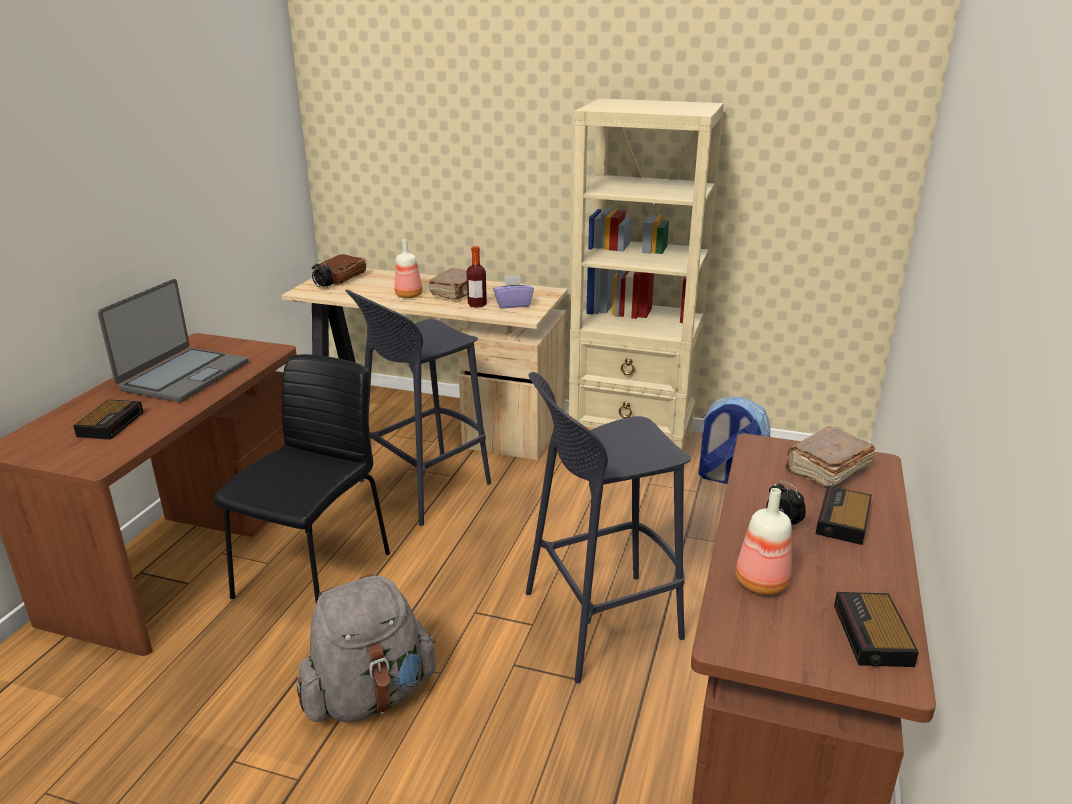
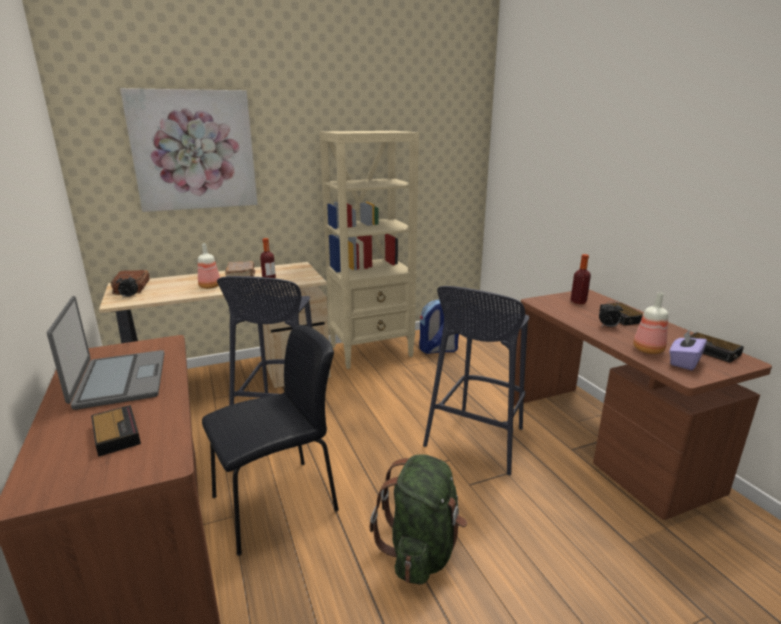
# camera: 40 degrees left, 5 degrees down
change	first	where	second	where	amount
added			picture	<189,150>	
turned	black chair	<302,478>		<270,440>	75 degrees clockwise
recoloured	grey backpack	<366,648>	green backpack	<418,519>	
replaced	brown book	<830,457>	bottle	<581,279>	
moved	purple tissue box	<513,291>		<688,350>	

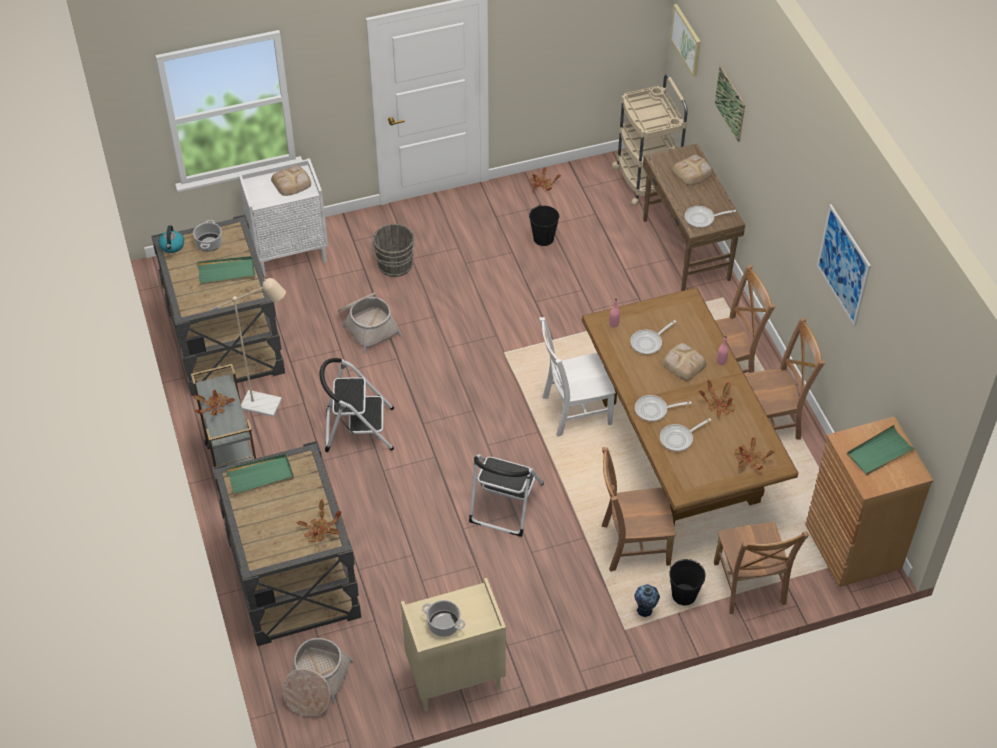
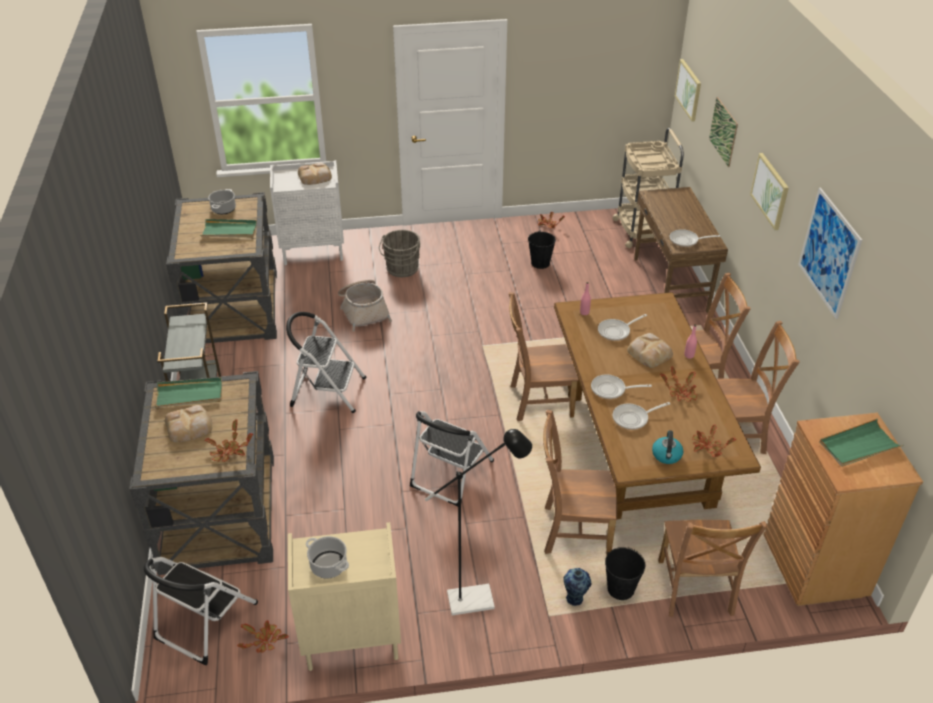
# camera: 10 degrees right, 10 degrees down
change	first	where	second	where	amount
replaced	basket	<318,677>	step ladder	<201,611>	
moved	bread	<692,170>		<188,423>	
moved	potted plant	<213,402>		<263,636>	
added			black floor lamp	<478,522>	
recoloured	white chair	<578,377>	brown chair	<543,356>	
moved	kettle	<171,239>		<668,447>	
added			picture	<769,191>	
removed	beige floor lamp	<248,347>			

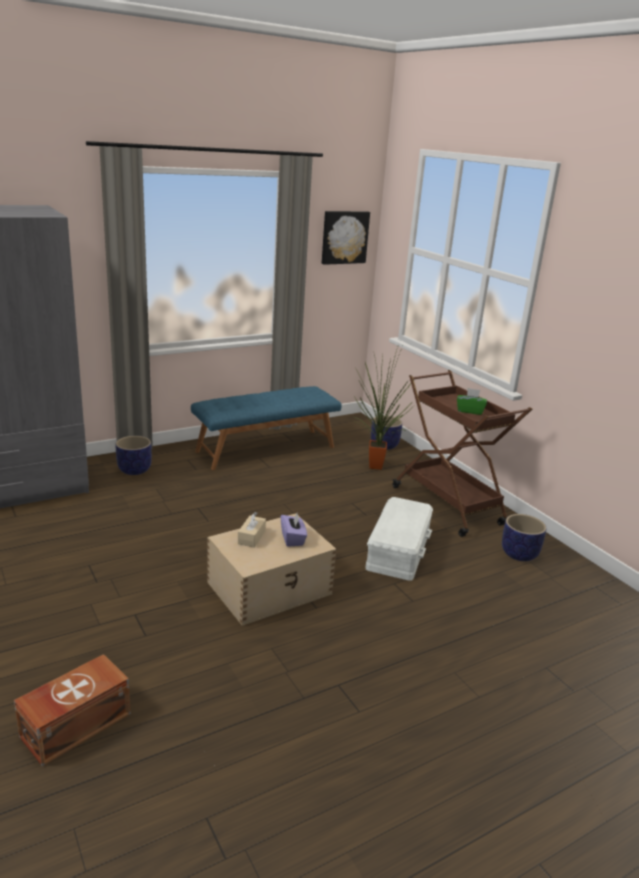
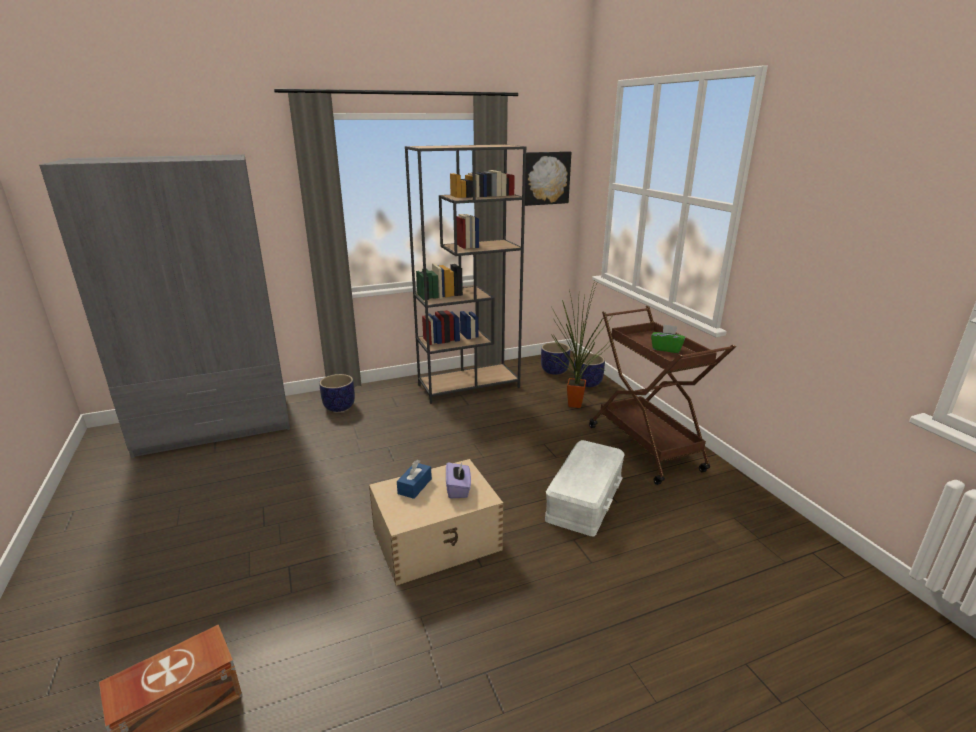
# camera: 10 degrees right, 0 degrees up
change	first	where	second	where	amount
recoloured	beige tissue box	<252,530>	blue tissue box	<414,479>	
replaced	blue bench	<266,428>	bookcase	<465,274>	
moved	planter	<524,537>		<555,358>	

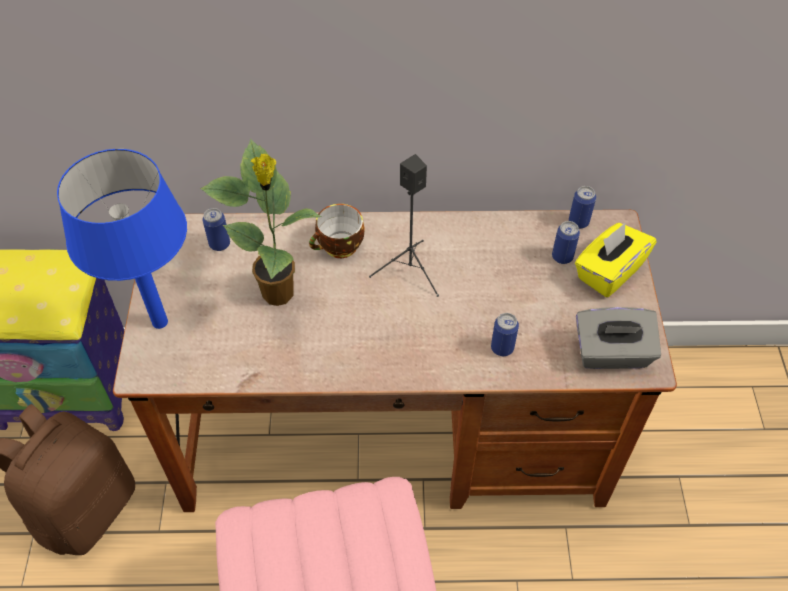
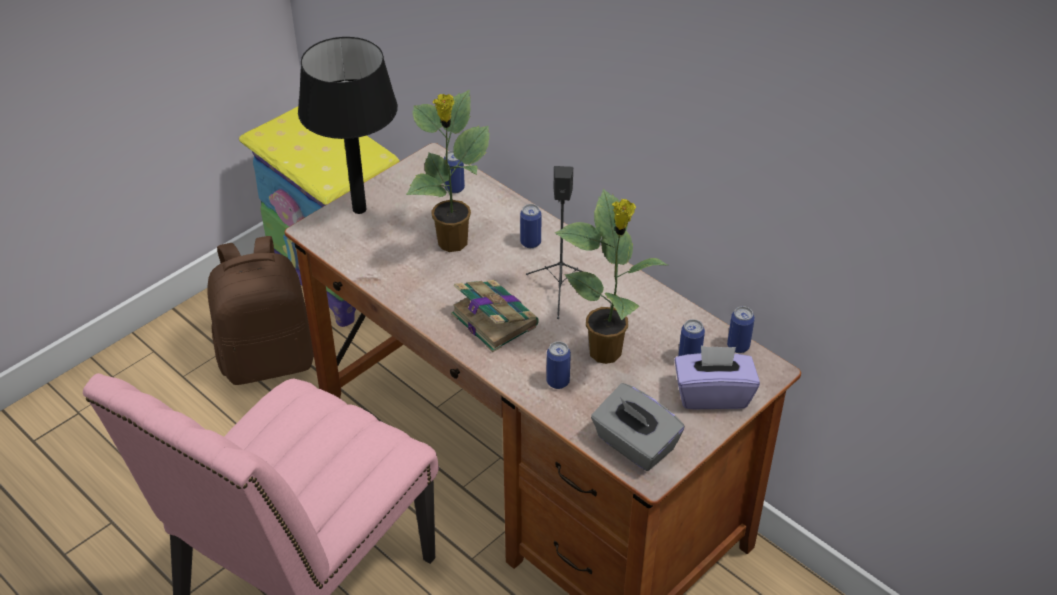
# camera: 45 degrees right, 10 degrees down
change	first	where	second	where	amount
recoloured	blue table lamp	<122,239>	black table lamp	<348,125>	
added			book	<495,316>	
replaced	cup	<336,231>	can	<530,226>	
added			potted plant	<611,276>	
recoloured	yellow tissue box	<615,260>	purple tissue box	<717,377>	

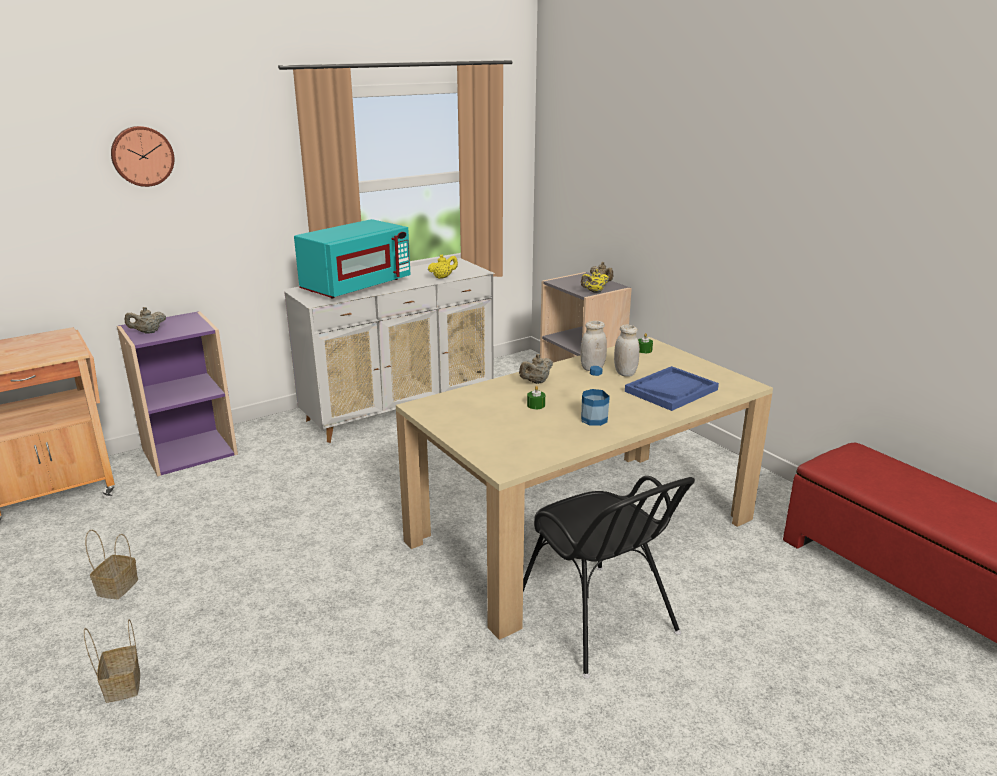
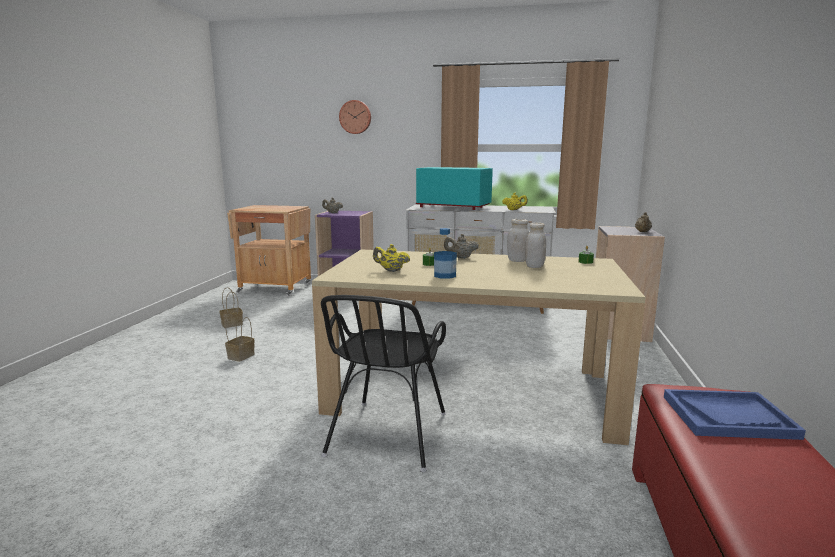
# camera: 45 degrees right, 10 degrees down
change	first	where	second	where	amount
moved	basket	<112,661>		<240,338>	
moved	yellow teapot	<595,281>		<391,258>	
turned	turquoise microwave	<352,258>		<454,188>	150 degrees counterclockwise
moved	blue tray	<672,388>		<735,414>	

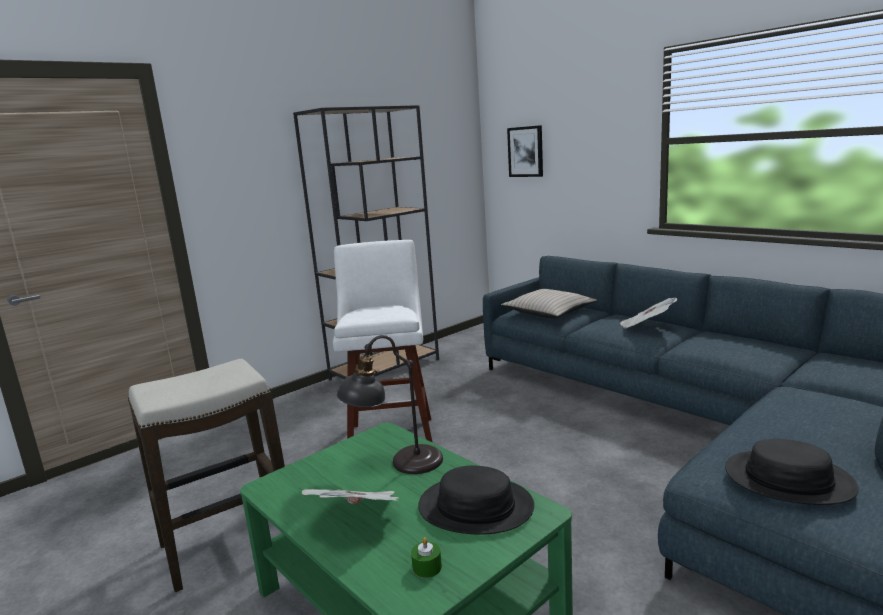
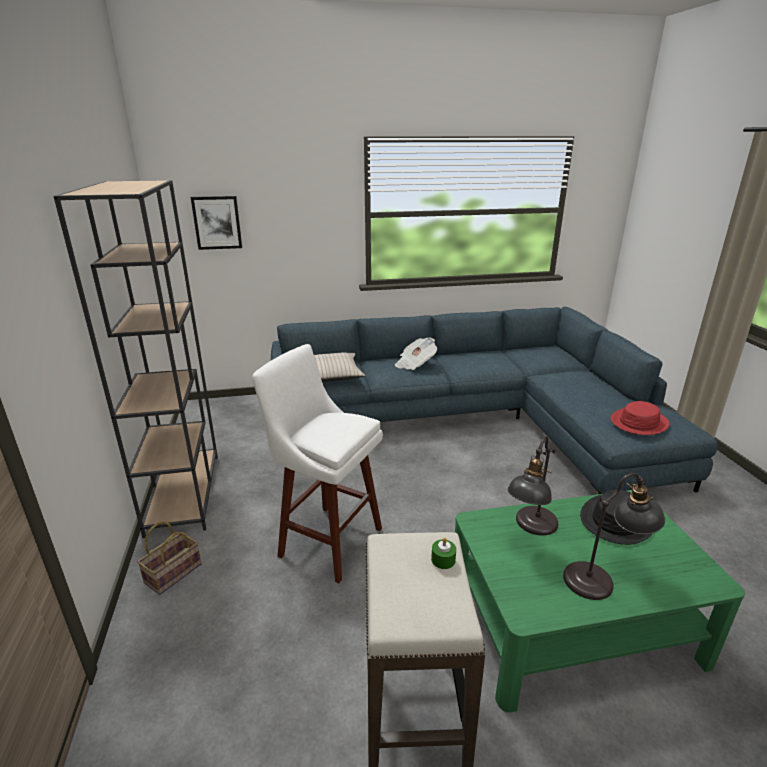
# camera: 60 degrees left, 10 degrees up
change	first	where	second	where	amount
added			basket	<169,558>	
moved	green candle	<426,557>		<443,553>	
replaced	newspaper	<350,496>	grey table lamp	<614,536>	
recoloured	black hat	<792,472>	red hat	<640,418>	

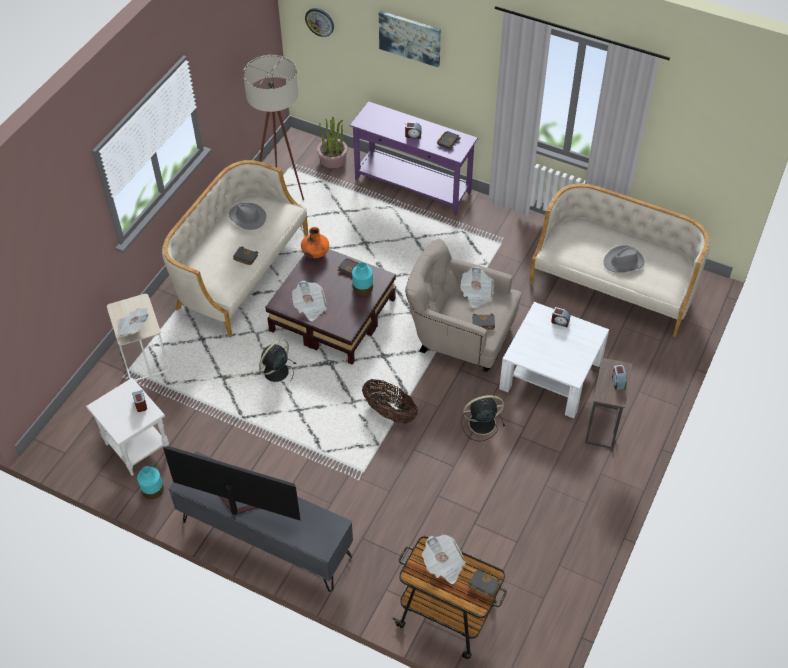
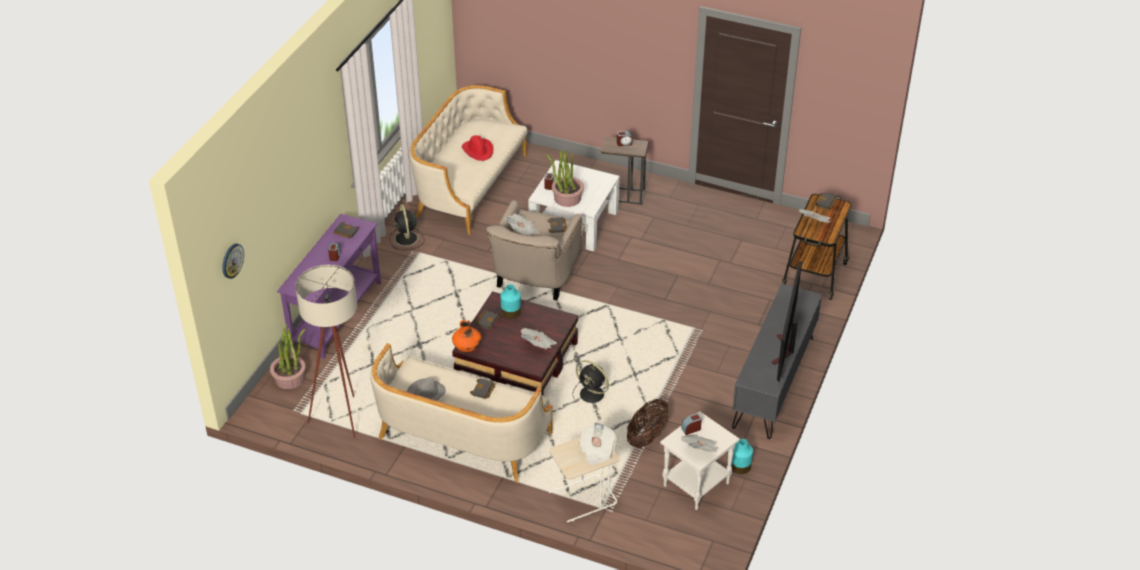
# camera: 95 degrees left, 10 degrees down
change	first	where	second	where	amount
moved	black fan	<483,418>		<407,227>	
recoloured	grey hat	<624,259>	red hat	<477,148>	
added			potted plant	<565,178>	
moved	basket	<390,401>		<647,423>	
added			newspaper	<699,443>	
removed	picture	<410,39>			

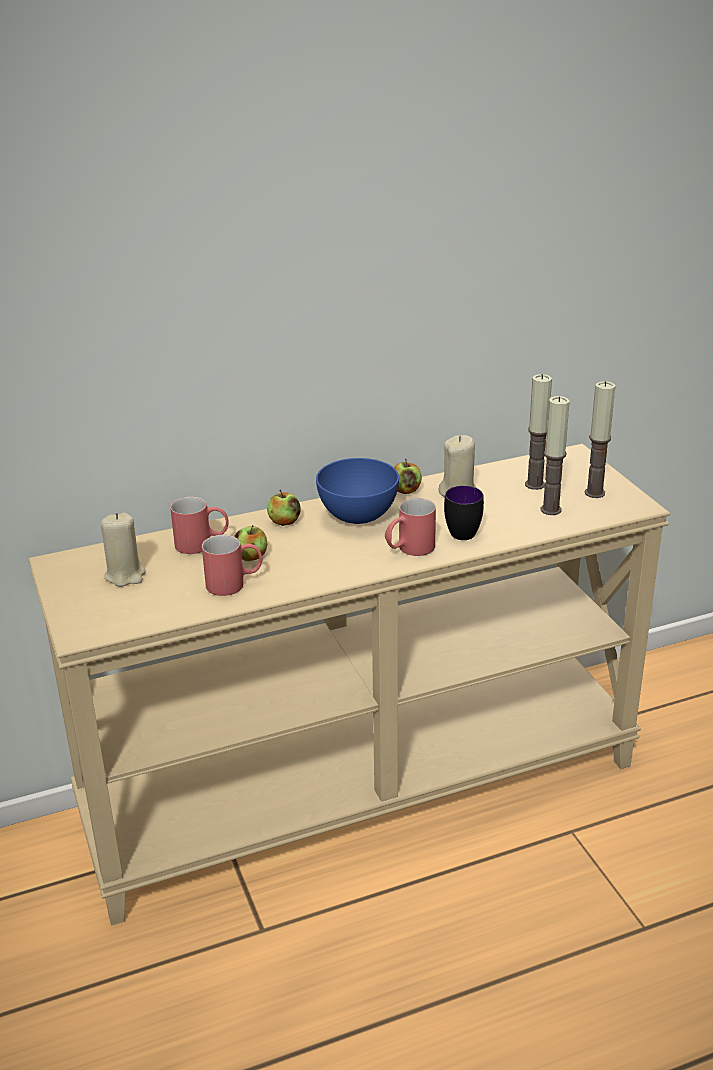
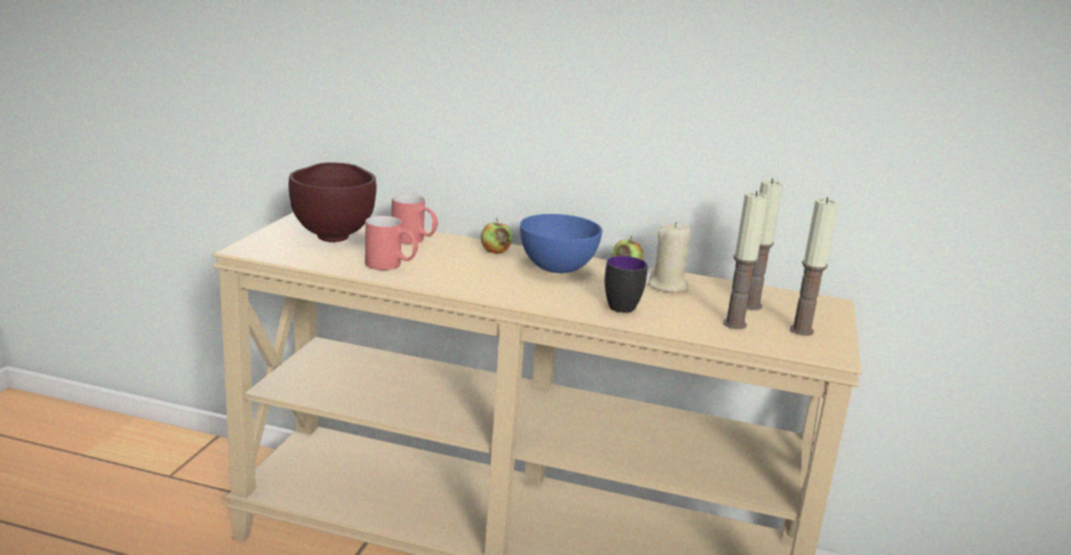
# camera: 35 degrees right, 10 degrees down
change	first	where	second	where	amount
replaced	beige candle	<123,550>	brown bowl	<332,202>	
removed	apple	<250,543>			
removed	red mug	<410,527>			

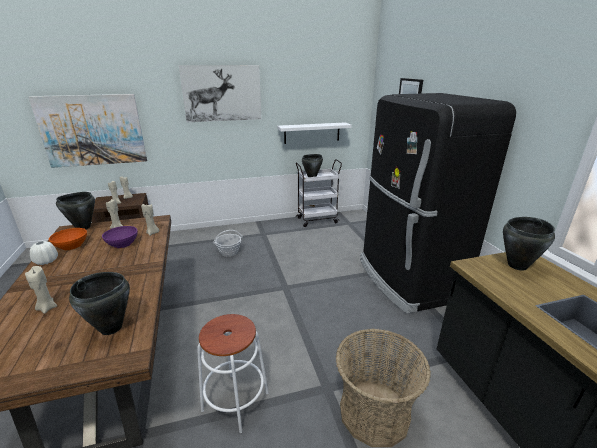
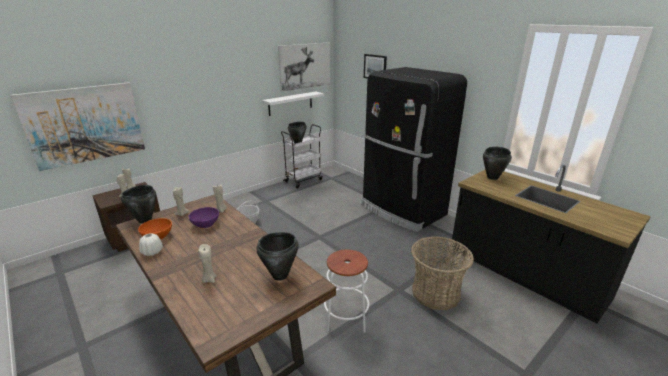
# camera: 25 degrees left, 0 degrees up
change	first	where	second	where	amount
moved	picture	<220,93>		<304,67>	

